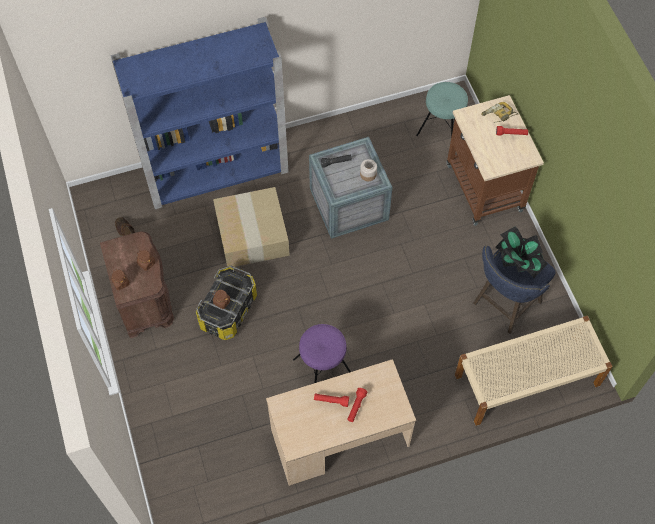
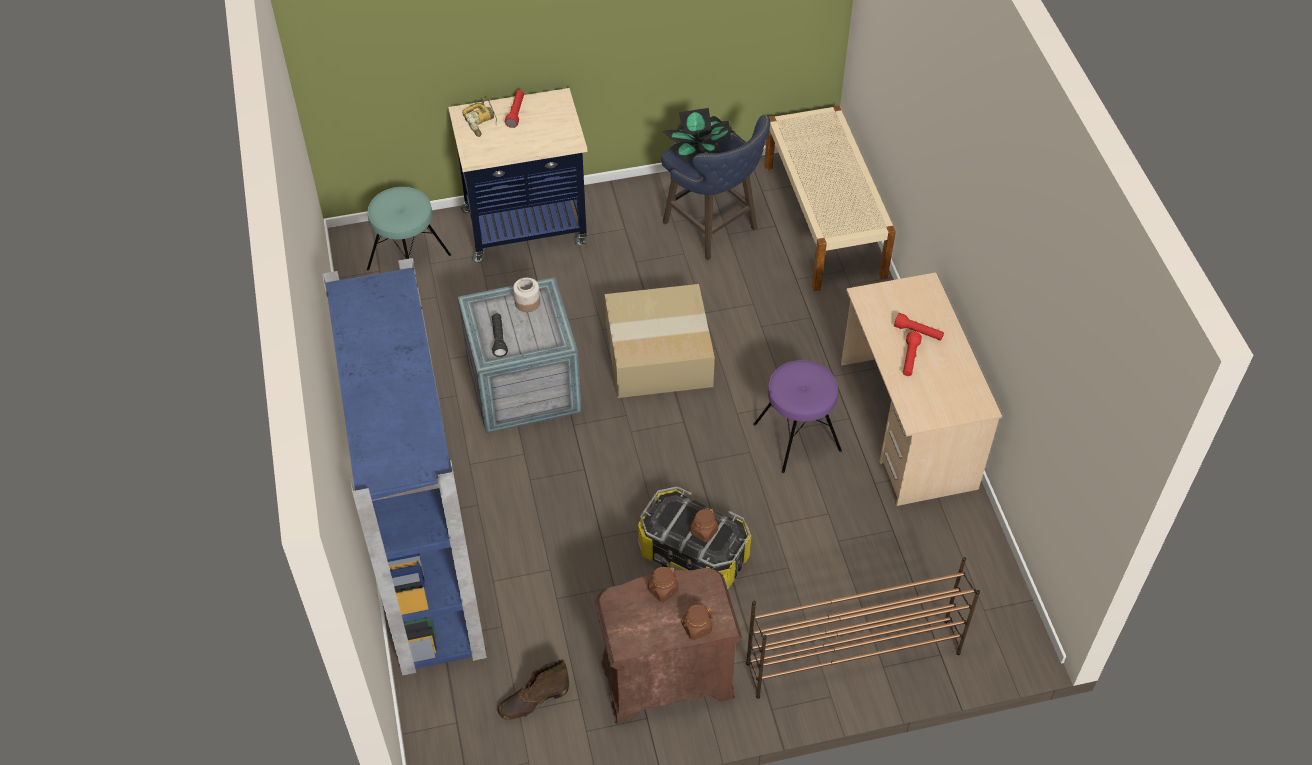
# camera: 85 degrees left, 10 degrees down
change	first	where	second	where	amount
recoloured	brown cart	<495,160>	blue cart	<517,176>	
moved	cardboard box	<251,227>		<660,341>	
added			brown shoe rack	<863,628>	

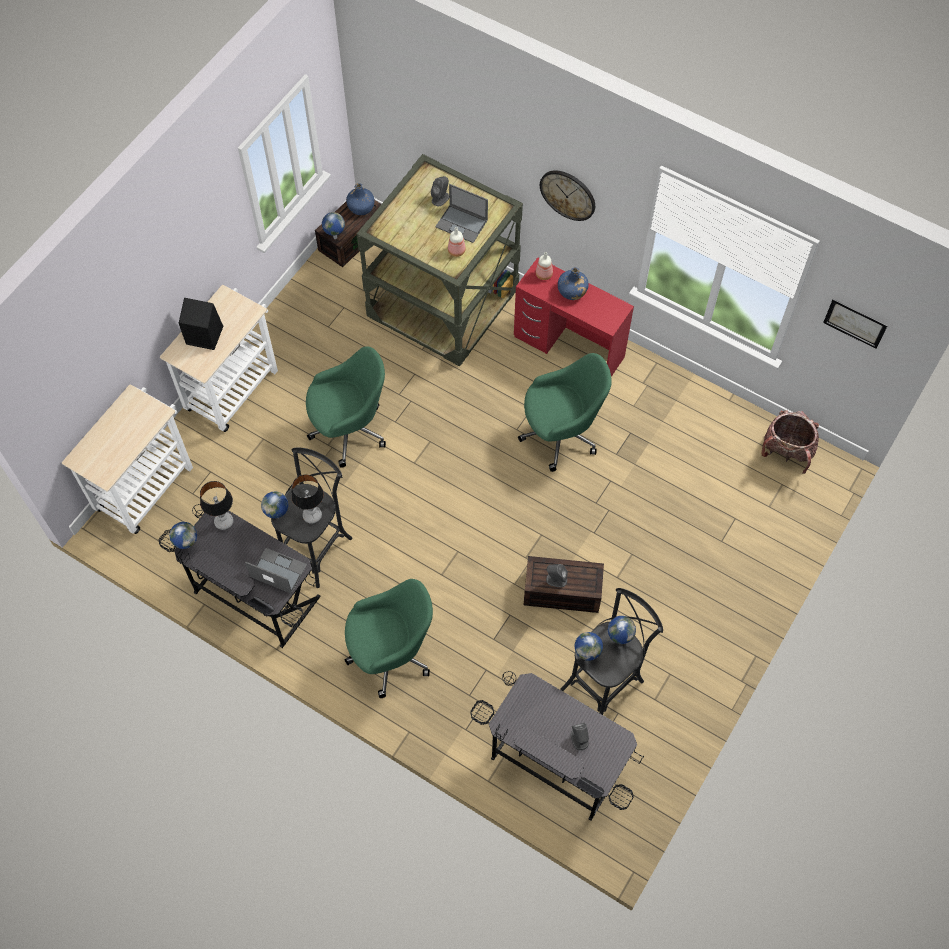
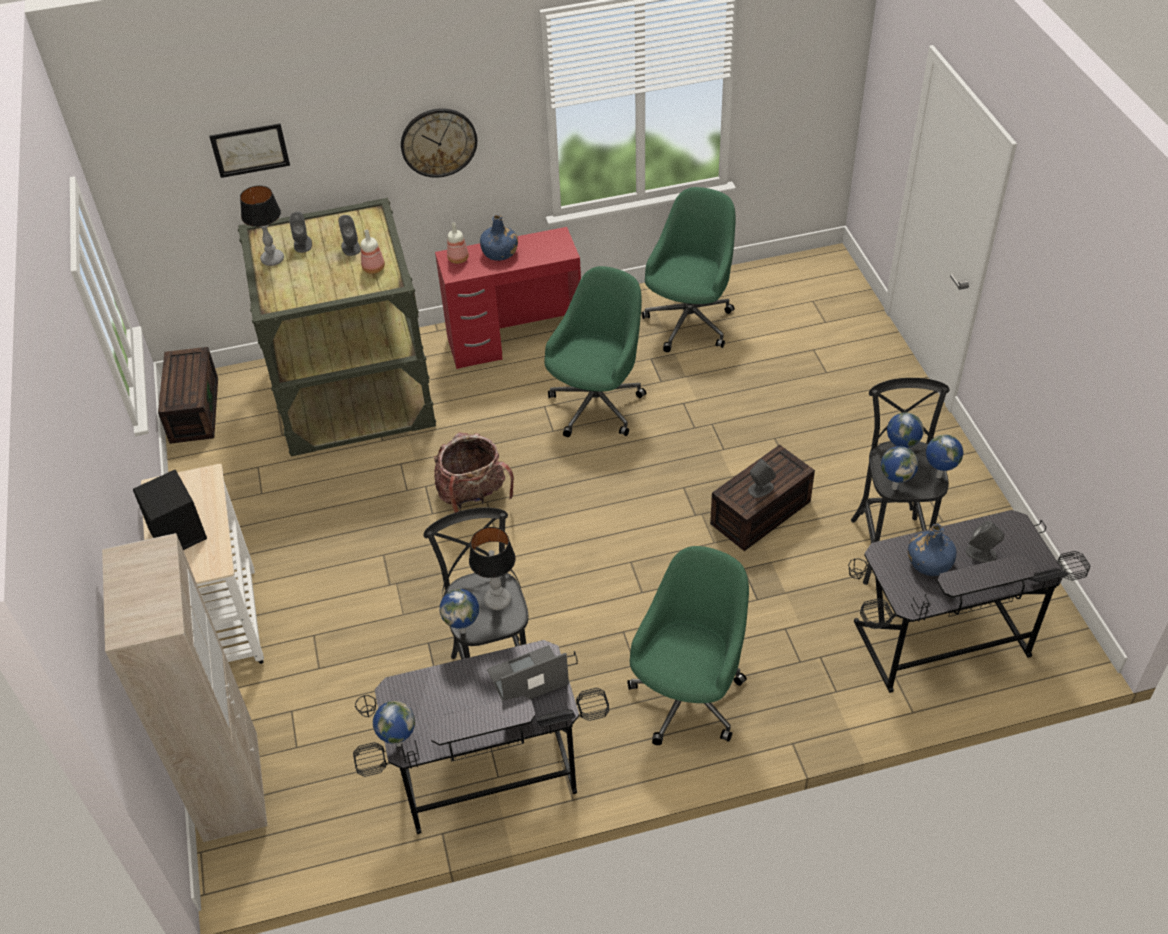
# camera: 45 degrees left, 15 degrees down
change	first	where	second	where	amount
replaced	white cart	<127,459>	beige cabinet	<185,687>	
moved	picture	<855,324>		<249,150>	
moved	table lamp	<217,505>		<262,225>	
replaced	laptop	<461,213>	grey speaker	<350,235>	
moved	backpack	<790,442>		<474,472>	
moved	green office chair	<346,407>		<689,269>	
moved	blue bottle	<360,199>		<932,550>	
moved	globe	<333,225>		<944,456>	

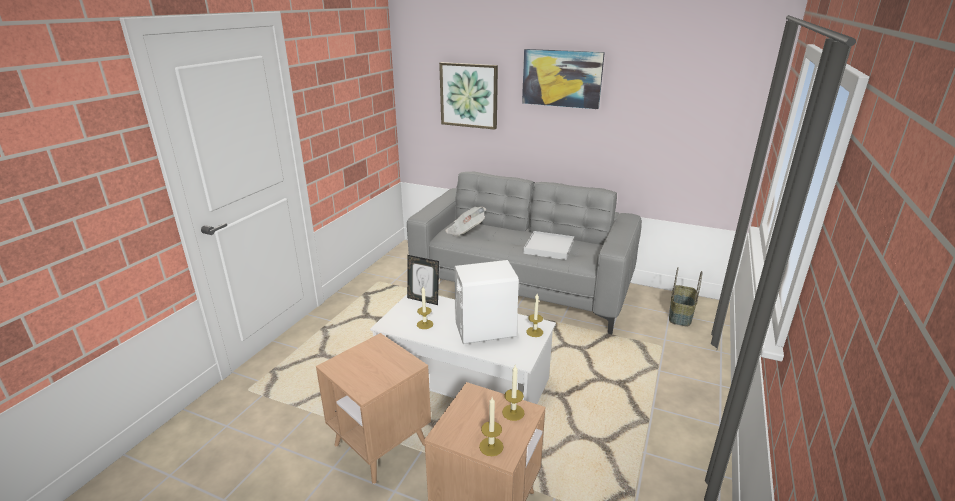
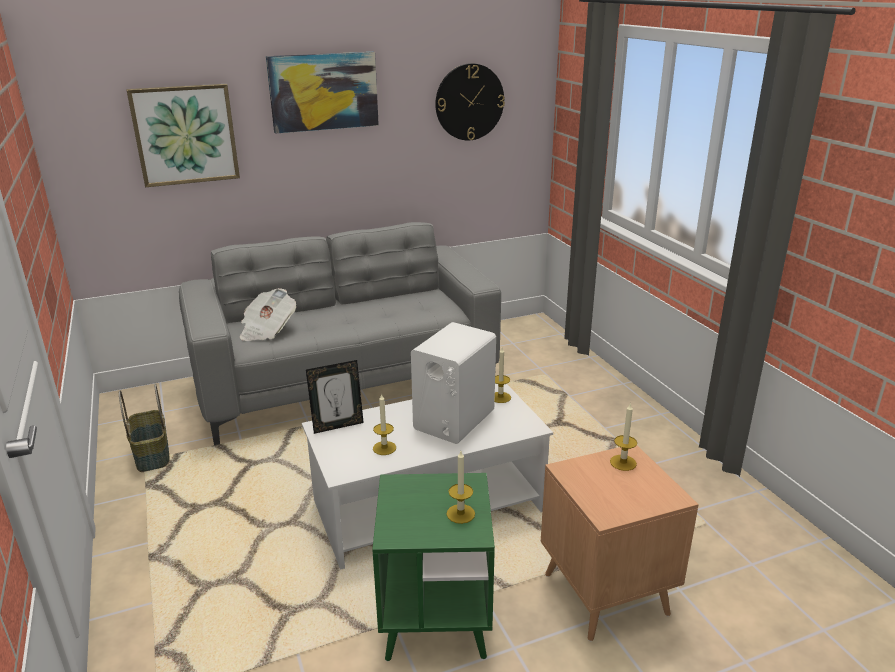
# camera: 45 degrees left, 0 degrees up
change	first	where	second	where	amount
moved	basket	<685,296>		<144,428>	
recoloured	brown side table	<373,408>	green side table	<433,567>	
added			wall clock	<470,101>	
moved	candle	<491,426>		<460,487>	
removed	white tray	<548,245>			

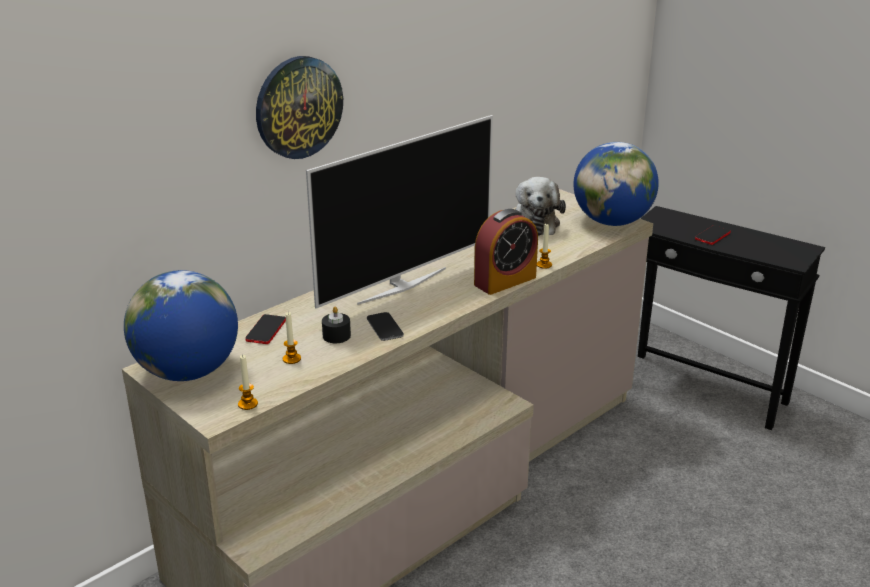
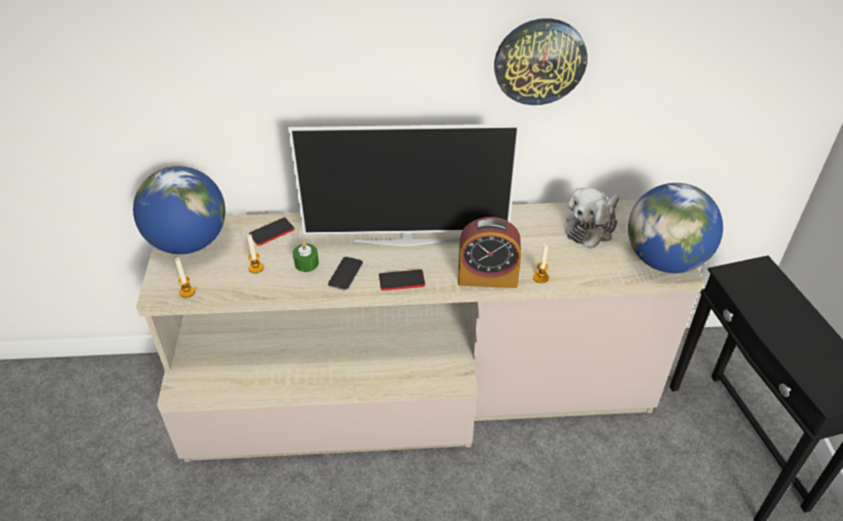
# camera: 40 degrees right, 15 degrees up
change	first	where	second	where	amount
recoloured	black candle	<336,324>	green candle	<306,257>	
moved	phone	<713,235>		<402,280>	
moved	wall clock	<299,107>		<541,61>	

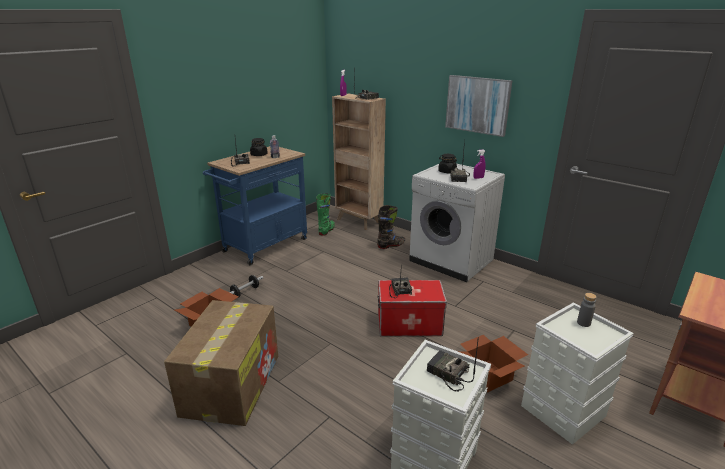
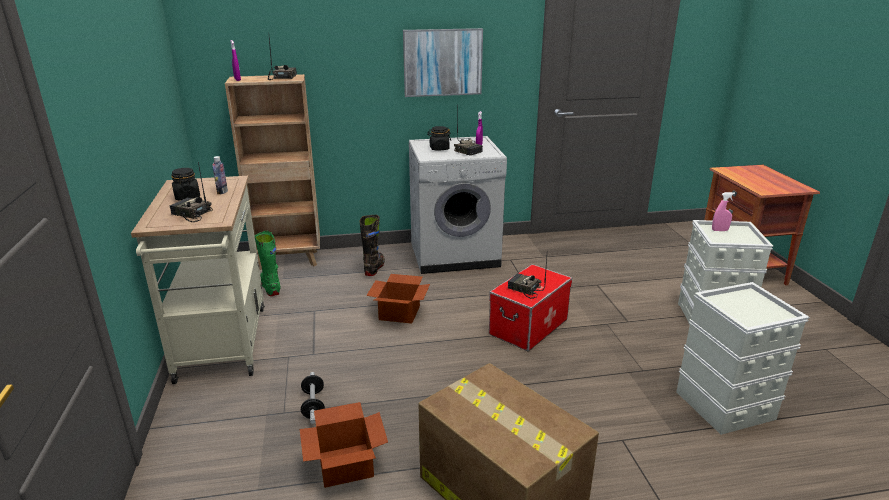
# camera: 50 degrees left, 0 degrees up
change	first	where	second	where	amount
recoloured	blue cart	<255,206>	beige cart	<198,280>	
moved	cardboard box	<494,363>		<398,298>	
replaced	grey bottle	<587,310>	pink spray bottle	<723,211>	
removed	radio	<453,364>			

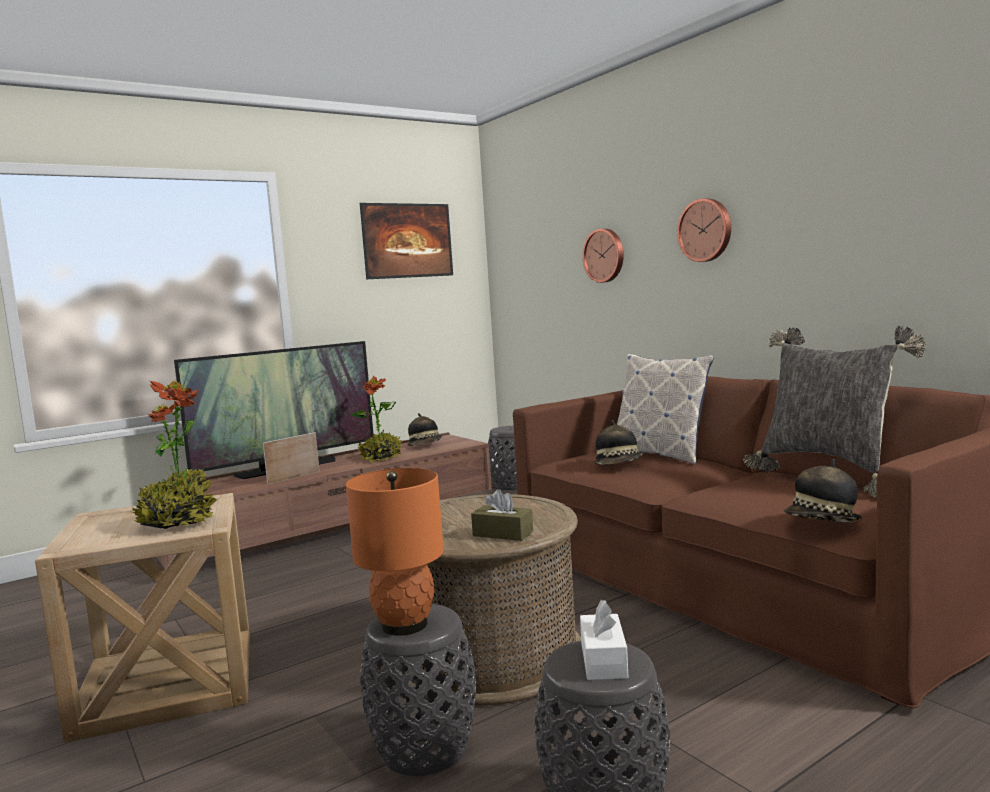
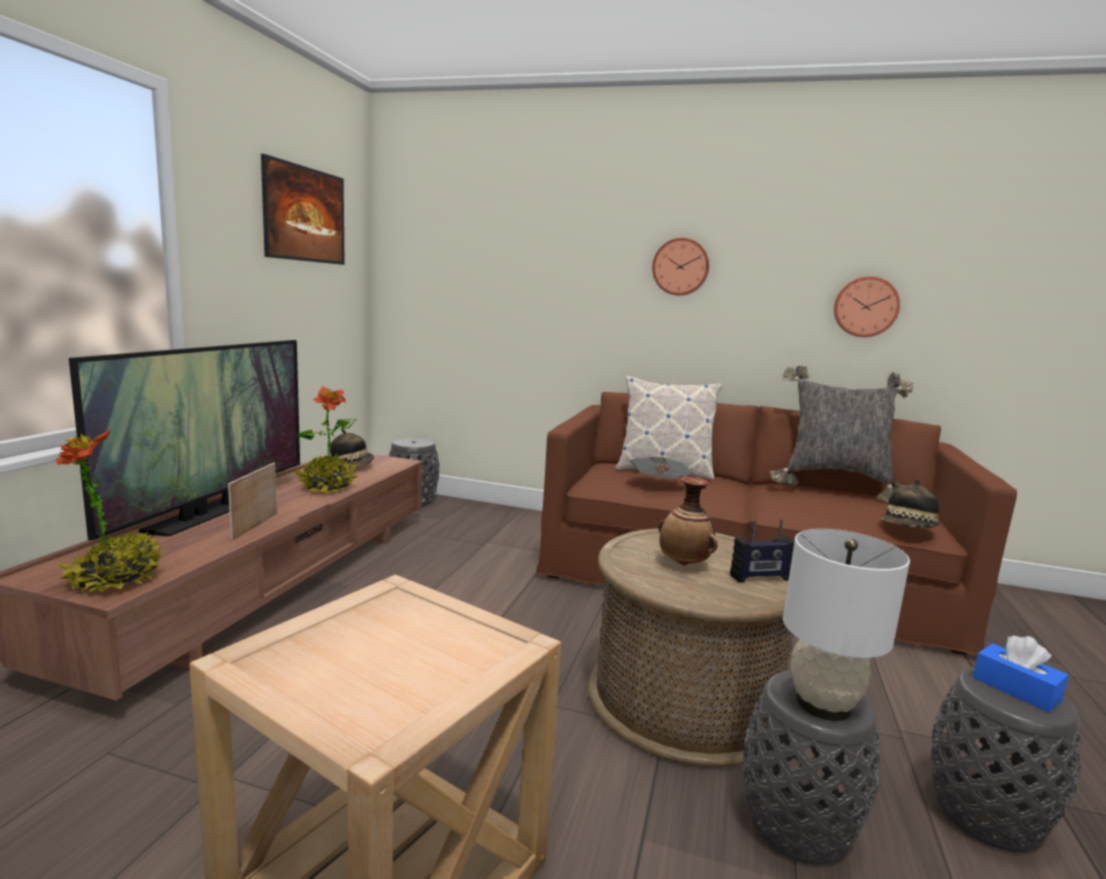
# camera: 40 degrees left, 5 degrees up
change	first	where	second	where	amount
replaced	hat	<618,442>	newspaper	<660,468>	
added			vase	<688,521>	
replaced	brown tissue box	<502,515>	radio	<762,550>	
recoloured	orange table lamp	<395,552>	white table lamp	<846,625>	
moved	wall clock	<603,256>		<867,306>	
recoloured	white tissue box	<604,640>	blue tissue box	<1021,674>	
removed	potted plant	<173,454>			

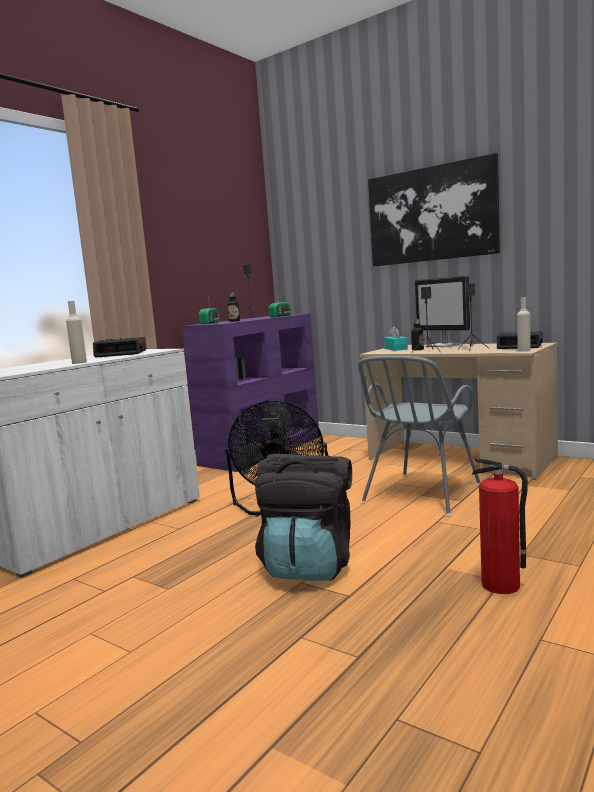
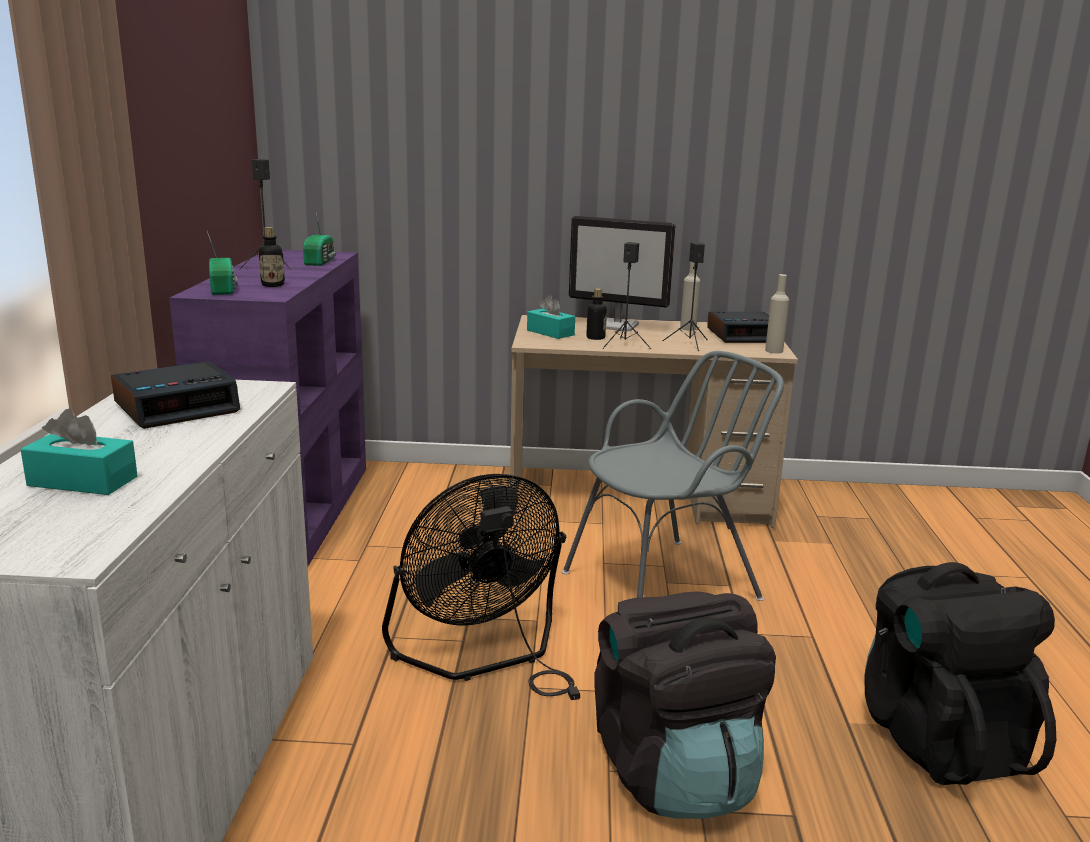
# camera: 35 degrees left, 10 degrees up
change	first	where	second	where	amount
added			turquoise tissue box	<79,452>	
turned	grey chair	<419,436>		<673,476>	120 degrees counterclockwise
moved	beige bottle	<76,332>		<690,296>	
replaced	fire extinguisher	<500,526>	black backpack	<960,673>	
removed	picture	<434,209>			

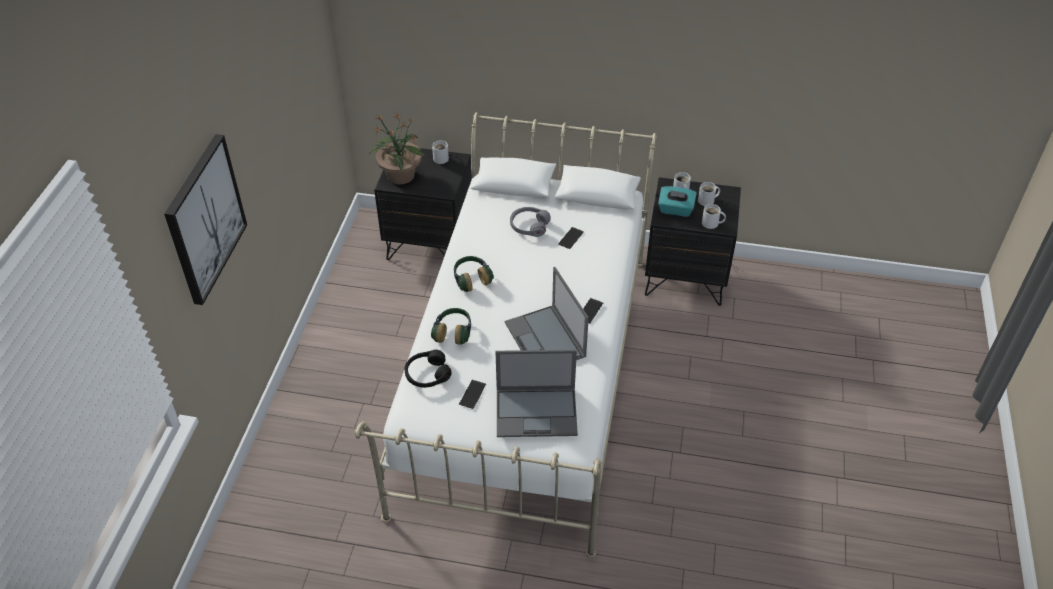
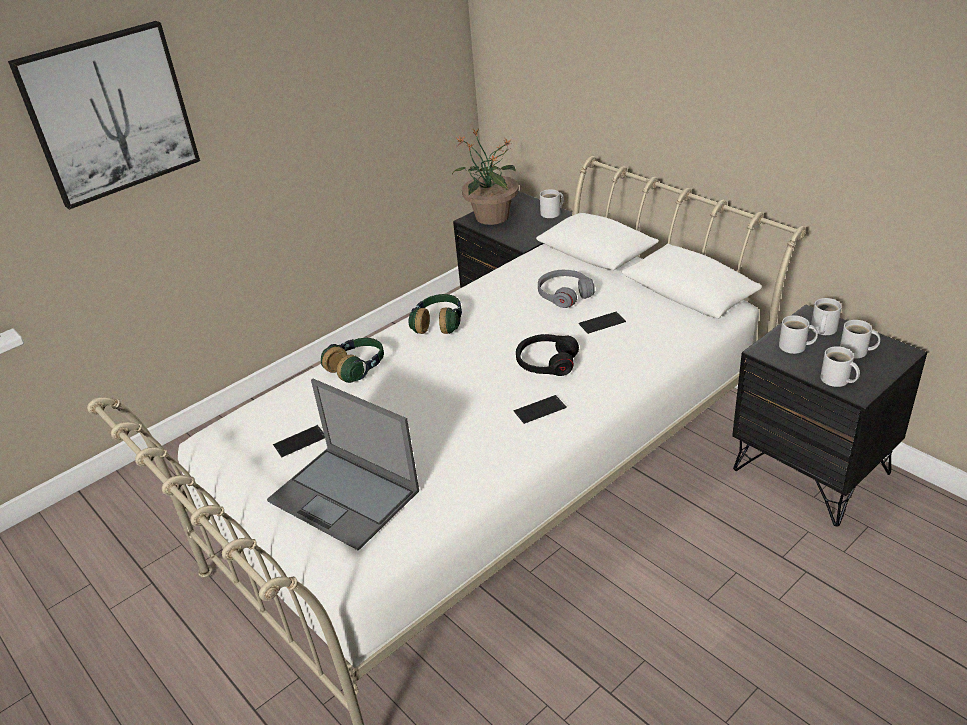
# camera: 40 degrees right, 10 degrees down
change	first	where	second	where	amount
moved	black headphones	<428,369>		<547,355>	
replaced	turquoise tissue box	<677,201>	white mug	<798,334>	
removed	laptop	<547,313>			

